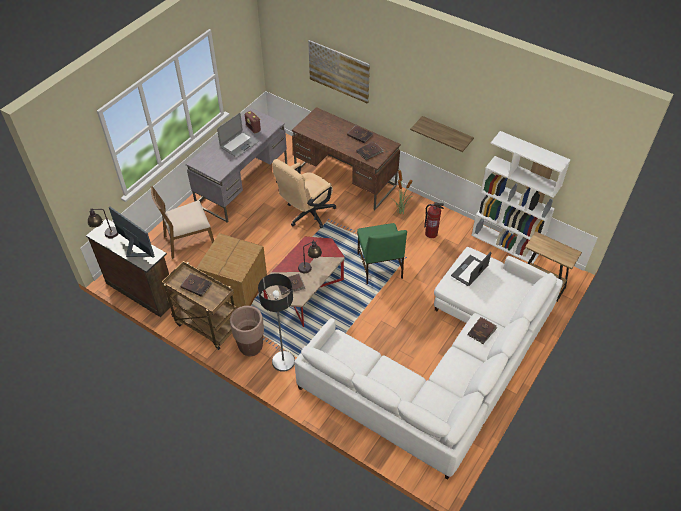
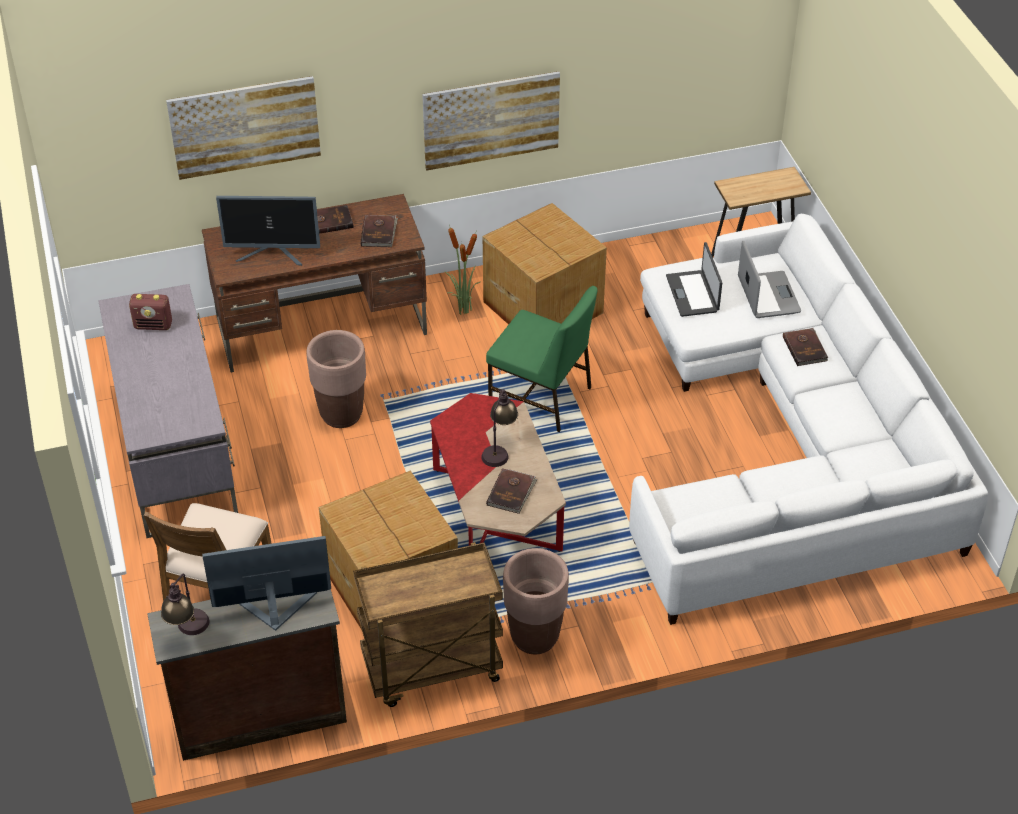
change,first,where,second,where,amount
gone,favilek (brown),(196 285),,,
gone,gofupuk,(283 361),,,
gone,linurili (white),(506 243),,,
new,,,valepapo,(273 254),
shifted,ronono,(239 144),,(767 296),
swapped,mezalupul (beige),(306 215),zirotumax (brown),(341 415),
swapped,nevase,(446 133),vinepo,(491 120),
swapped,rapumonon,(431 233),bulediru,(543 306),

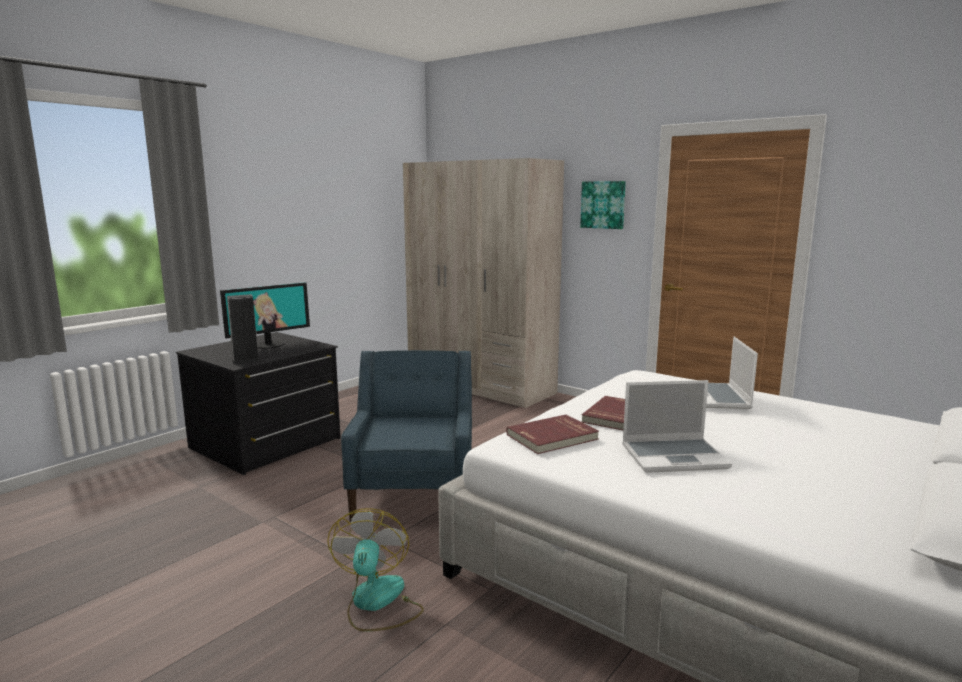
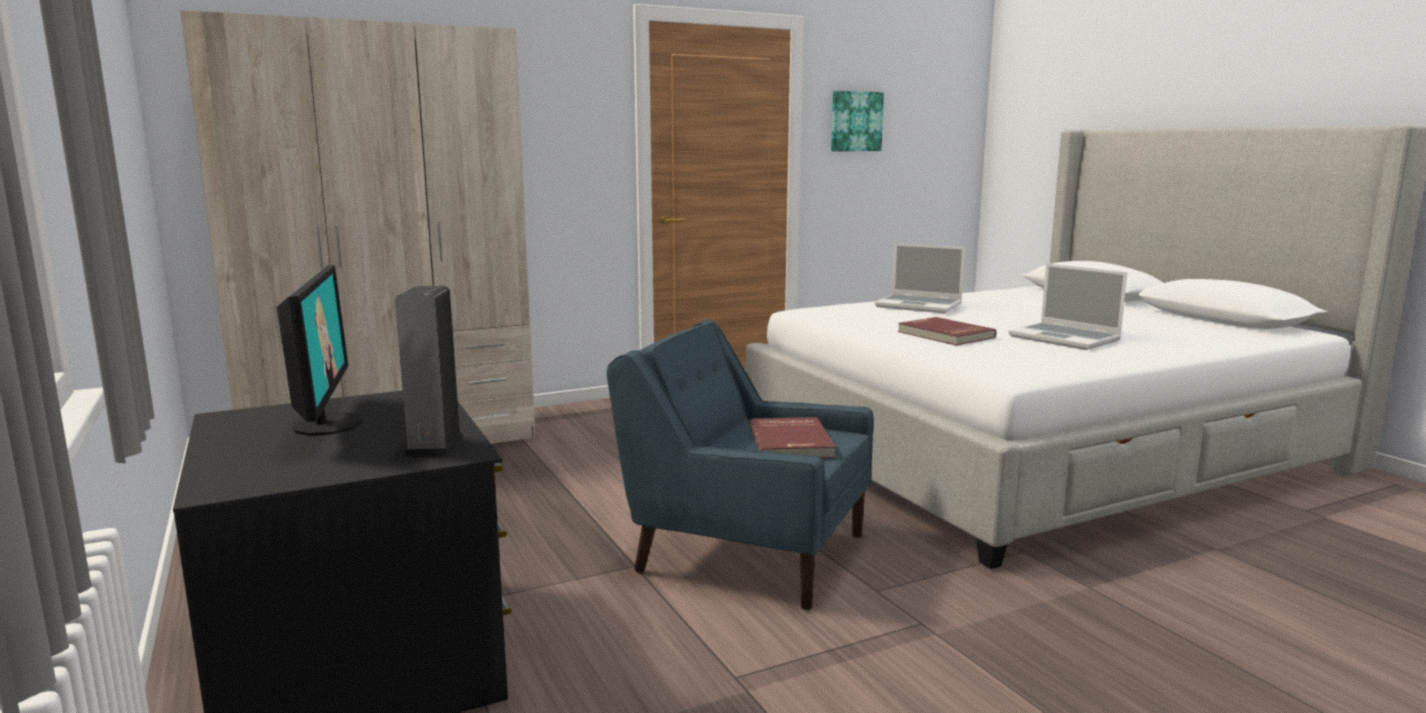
change,first,where,second,where,amount
gone,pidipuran,(377 603),,,
shifted,favilek (red),(553 437),,(792 442),
shifted,vinepo,(603 205),,(855 121),
rotated,ronono,(674 456),,(1066 338),120 degrees clockwise

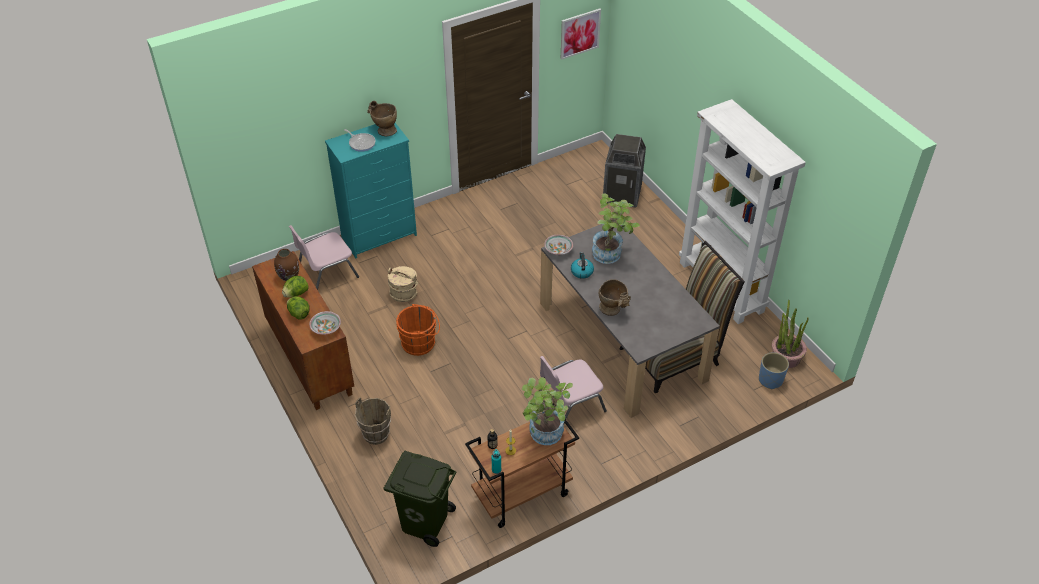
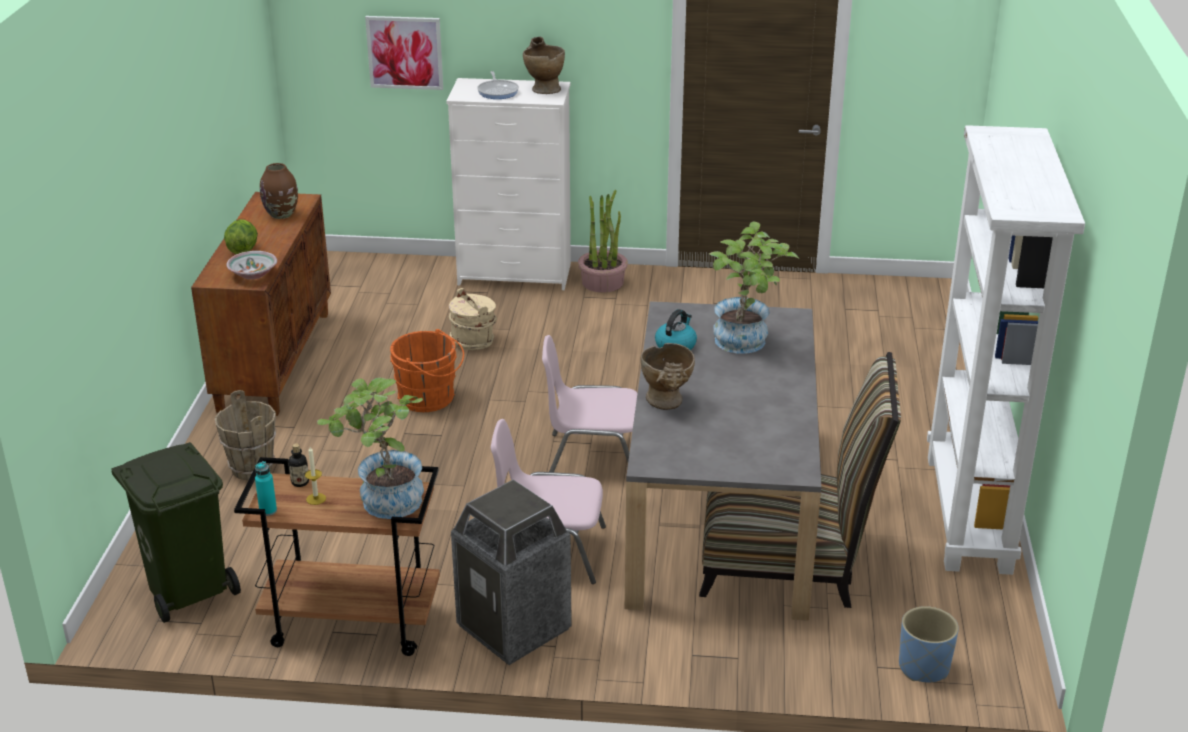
change,first,where,second,where,amount
gone,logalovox,(296 294),,,
gone,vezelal,(558 250),,,
shifted,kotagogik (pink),(326 273),,(592 457),
shifted,vinepo,(580 33),,(405 52),
shifted,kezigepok,(622 194),,(514 628),
shifted,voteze,(786 356),,(602 282),
repainted,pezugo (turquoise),(380 236),pezugo (white),(515 275),

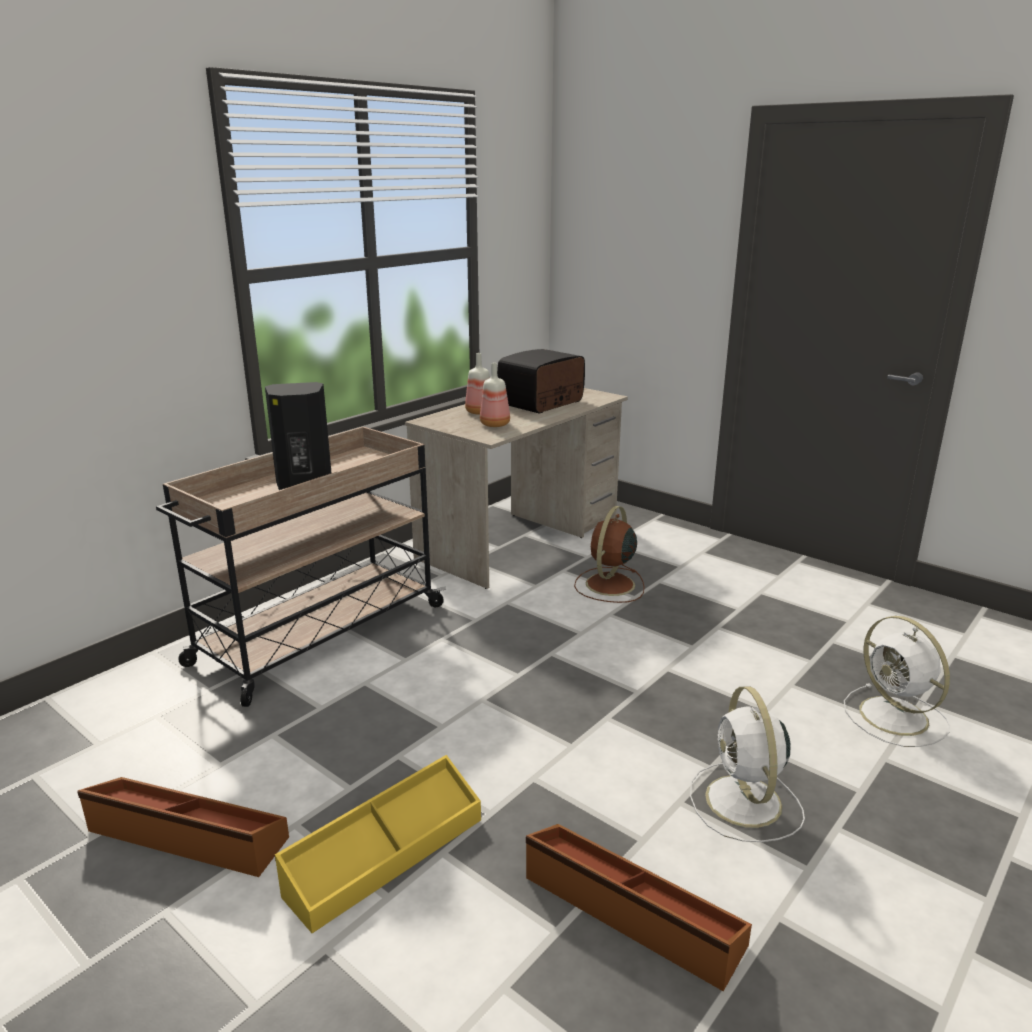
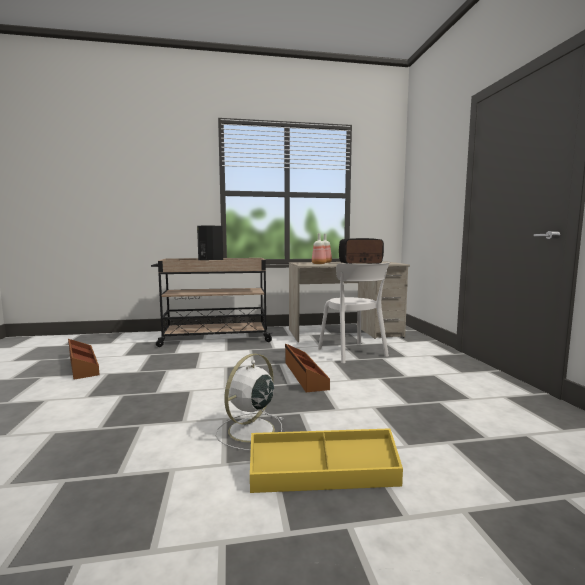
change,first,where,second,where,amount
gone,pidipuran (white),(896 717),,,
shifted,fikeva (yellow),(385 855),,(323 475),
shifted,fikeva (brown),(630 912),,(304 375),
swapped,pidipuran (brown),(609 585),kotagogik (white),(353 353),

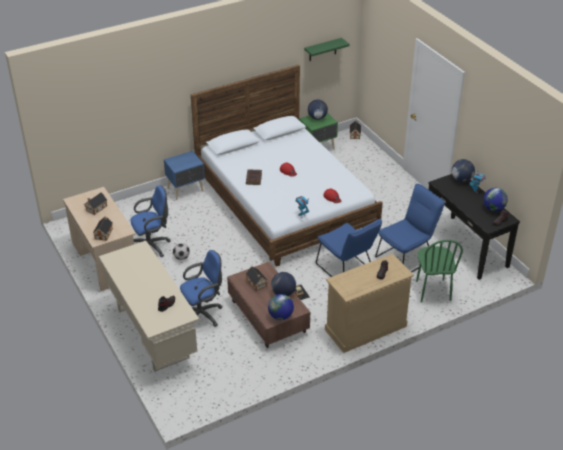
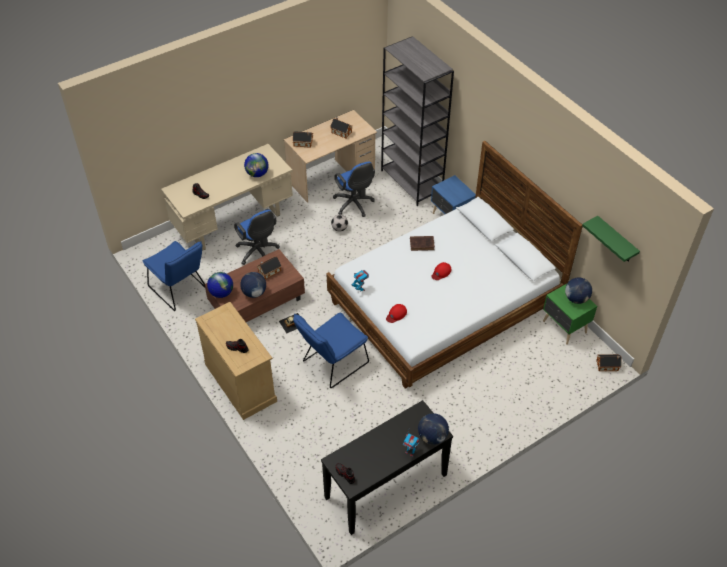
change,first,where,second,where,amount
gone,kotagogik (green),(432 291),,,
new,,,linurili (grey),(412 182),
shifted,kotagogik (blue),(407 257),,(180 290),
shifted,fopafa,(493 208),,(257 174),

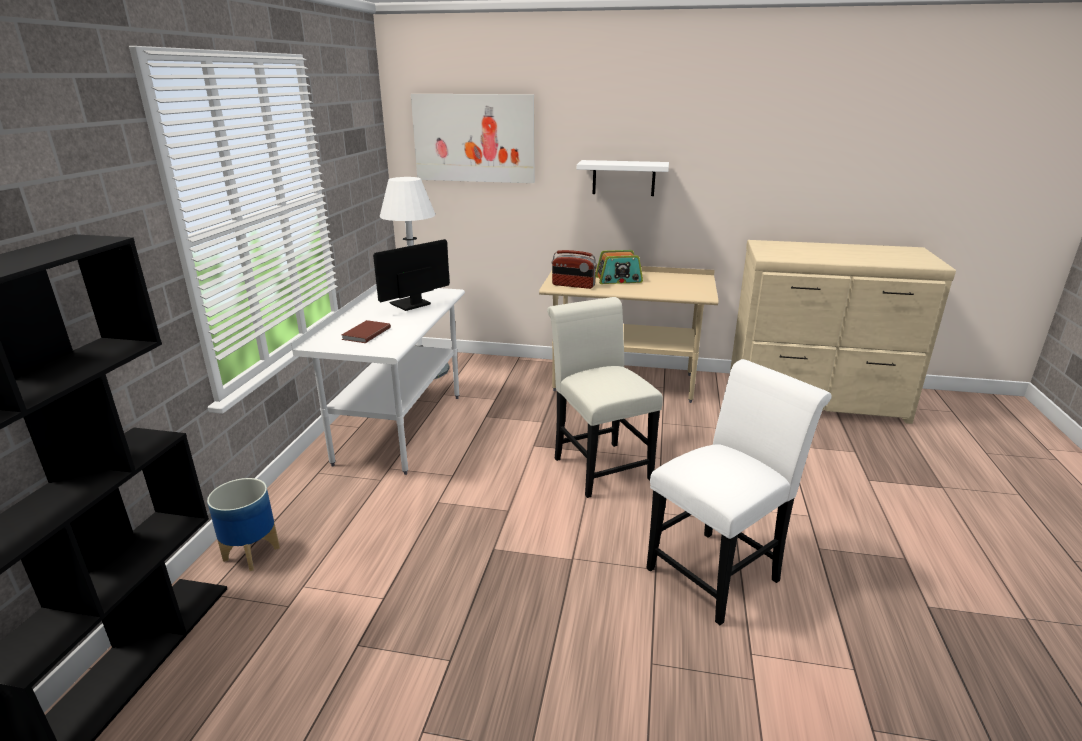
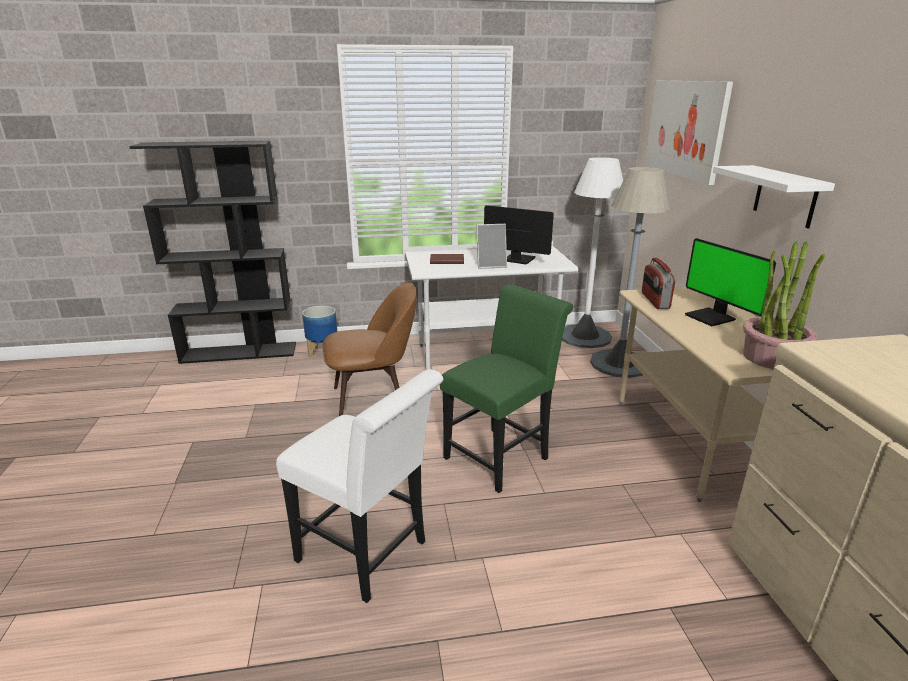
change,first,where,second,where,amount
new,,,kotagogik (brown),(373 401),
new,,,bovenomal,(491 265),
new,,,gofupuk (grey),(619 364),
new,,,voteze,(772 358),
swapped,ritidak,(618 280),valepapo,(712 317),
repainted,kotagogik (white),(598 465),kotagogik (green),(501 455),

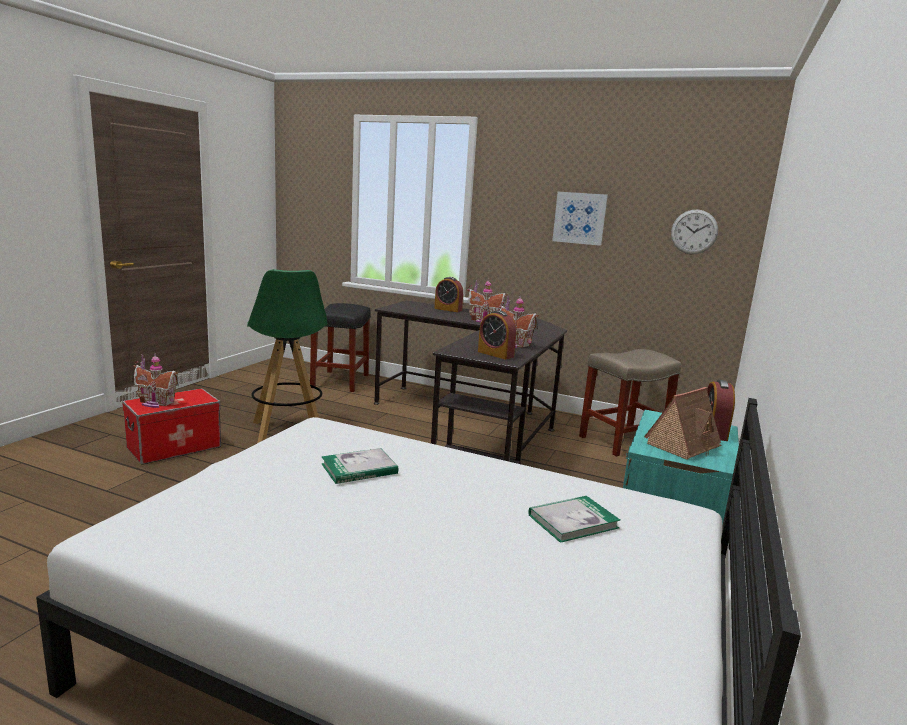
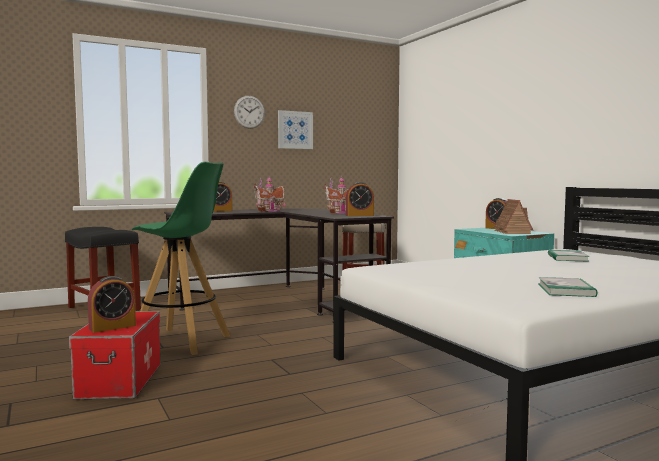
change,first,where,second,where,amount
shifted,favilek,(359 469),,(565 290),
shifted,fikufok,(694 232),,(249 112),
swapped,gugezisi,(155 403),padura,(112 327),

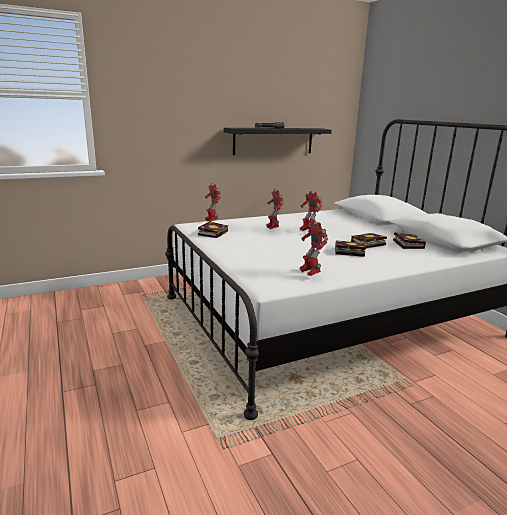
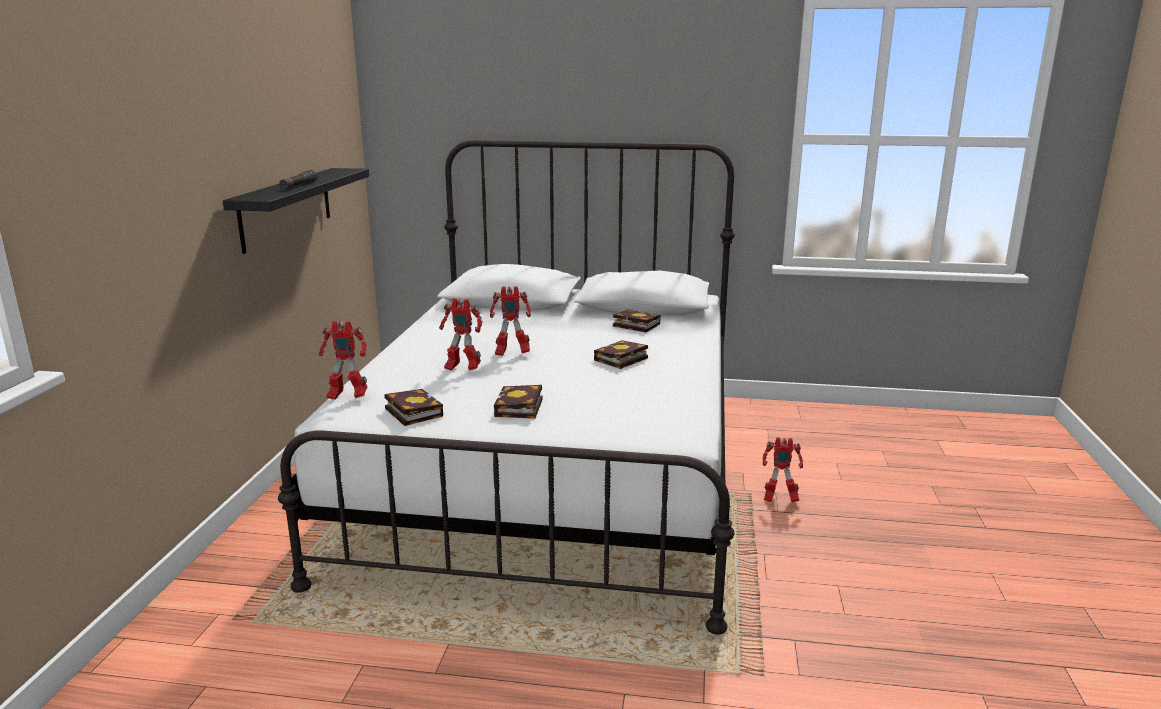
change,first,where,second,where,amount
shifted,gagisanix,(309 273),,(779 499),
shifted,favilek,(367 244),,(519 408),

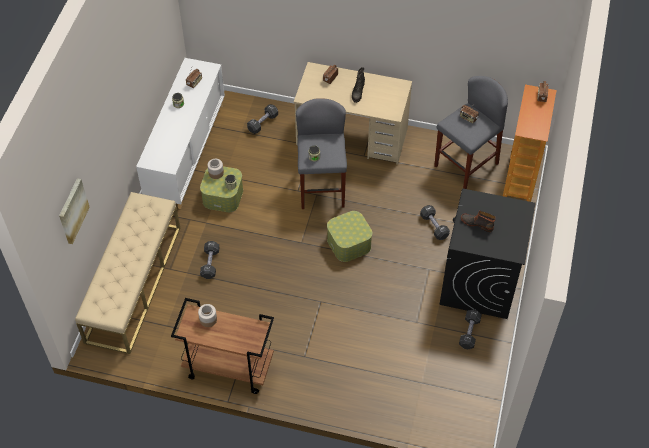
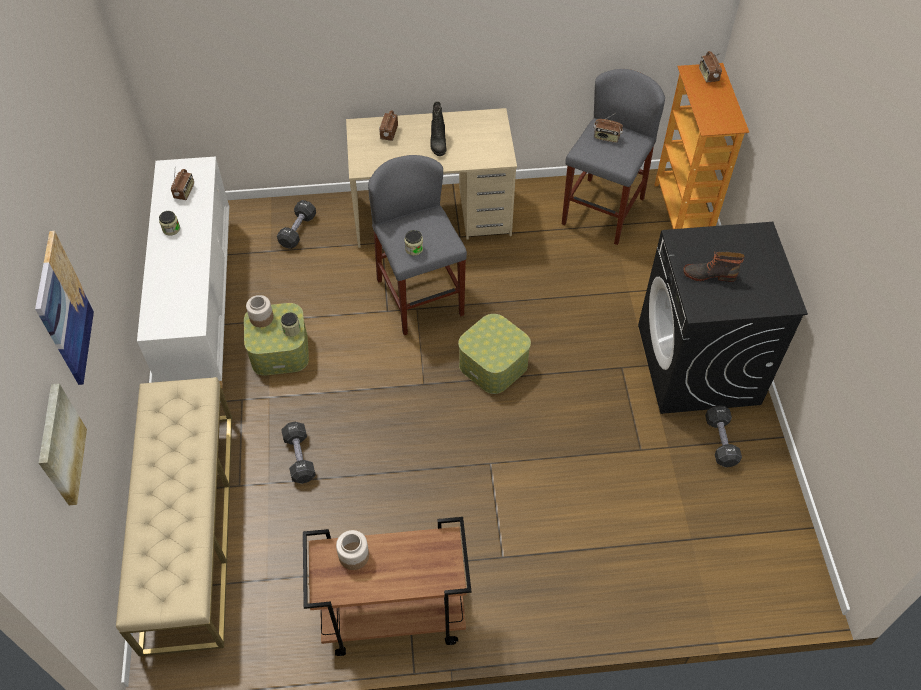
change,first,where,second,where,amount
gone,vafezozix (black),(434 226),,,
new,,,vinepo,(64 309),

